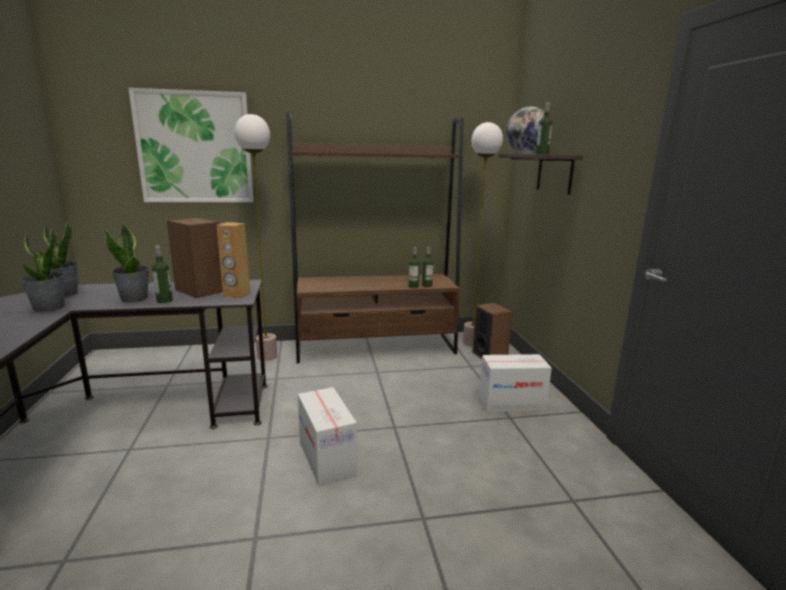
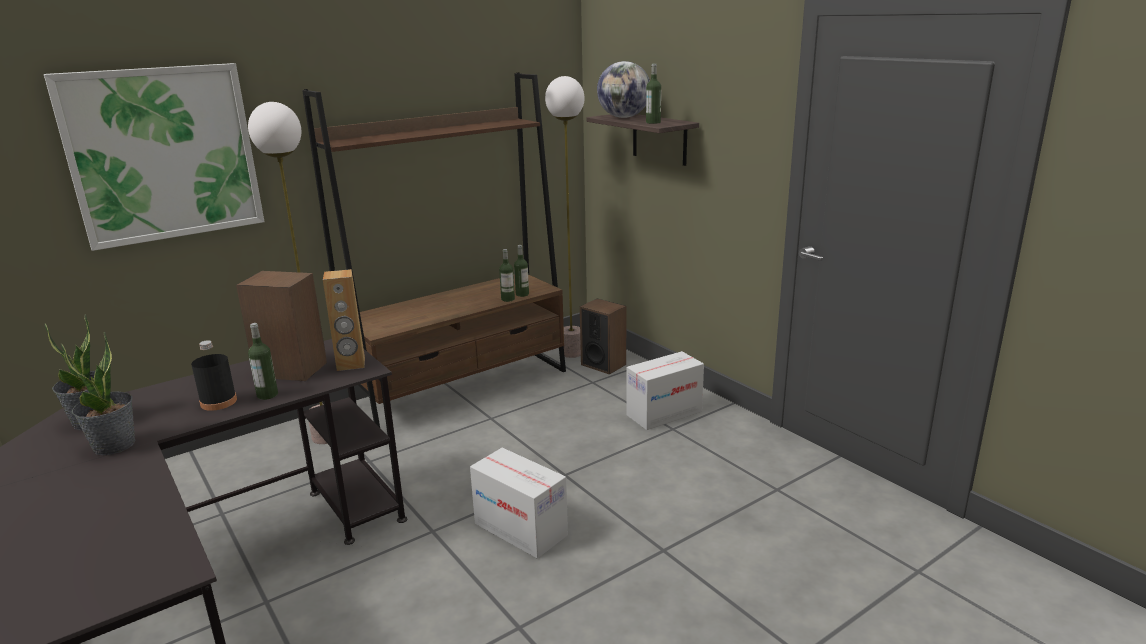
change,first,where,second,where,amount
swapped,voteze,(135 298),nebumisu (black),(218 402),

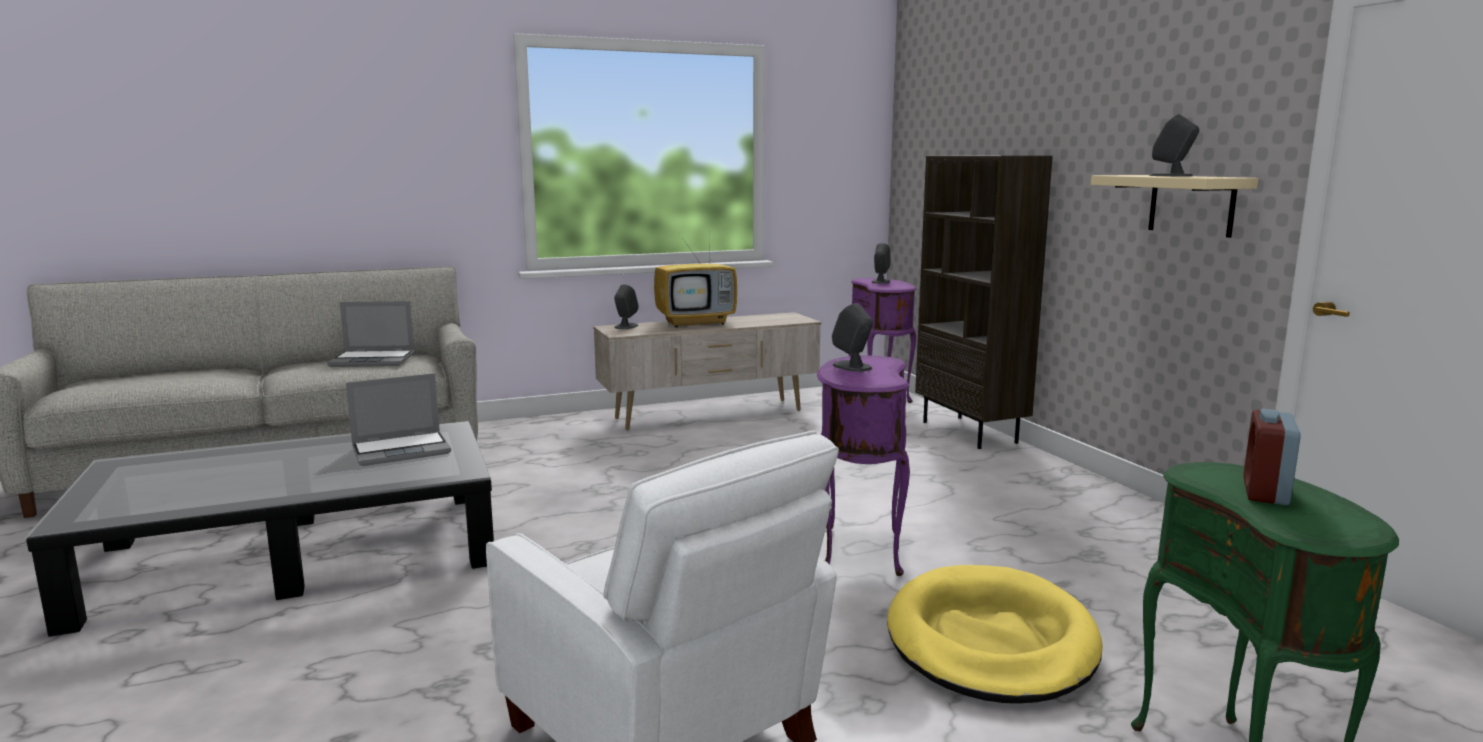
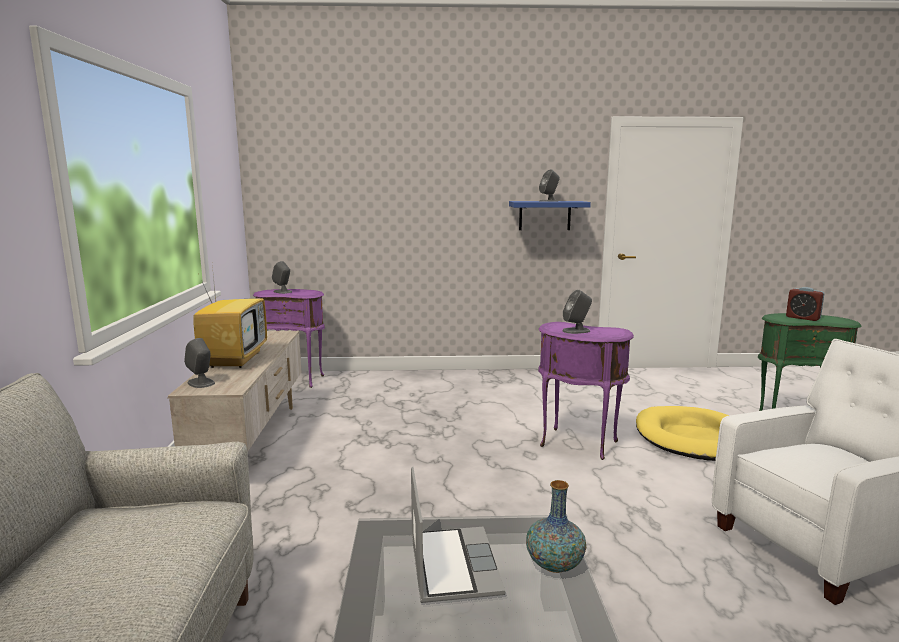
change,first,where,second,where,amount
gone,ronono,(374 360),,,
gone,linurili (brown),(970 432),,,
new,,,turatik,(554 564),
repainted,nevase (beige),(1191 205),nevase (blue),(544 215),

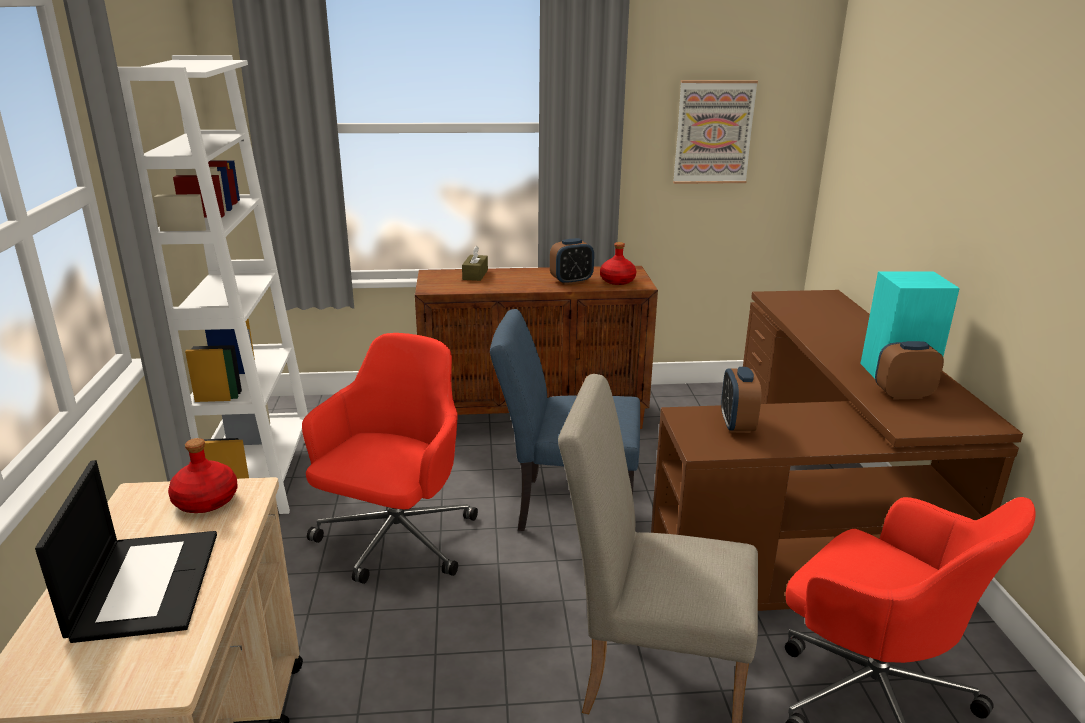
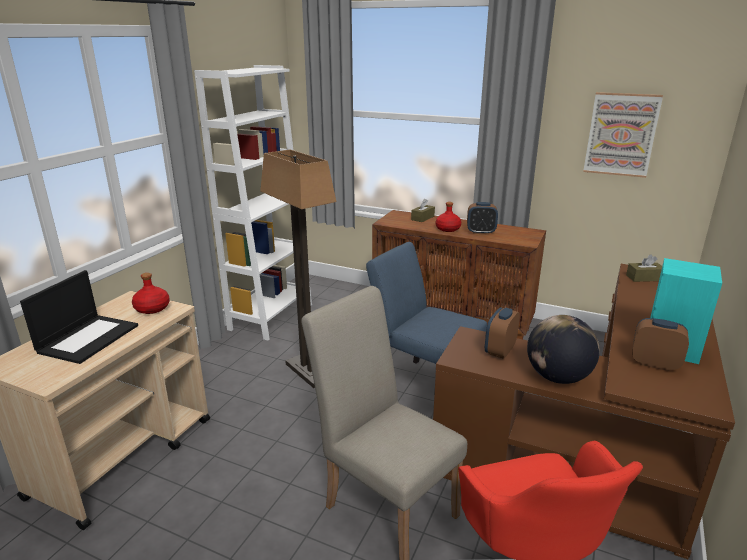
change,first,where,second,where,amount
new,,,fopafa,(557 377),
new,,,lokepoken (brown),(644 278),
shifted,nebumisu (red),(617 280),,(448 229),
swapped,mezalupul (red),(395 541),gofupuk,(308 372),

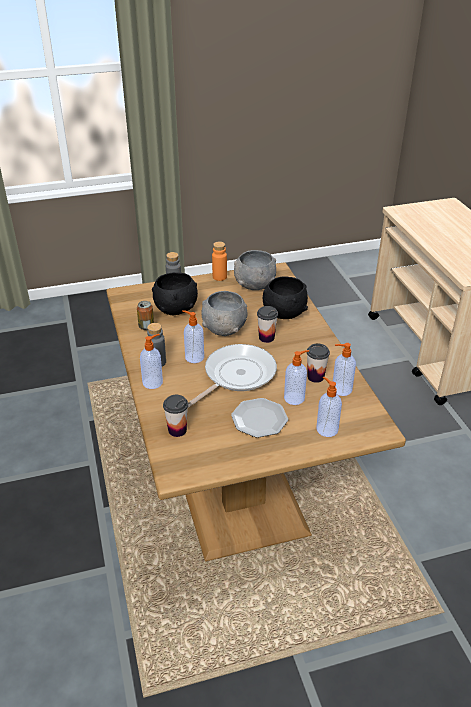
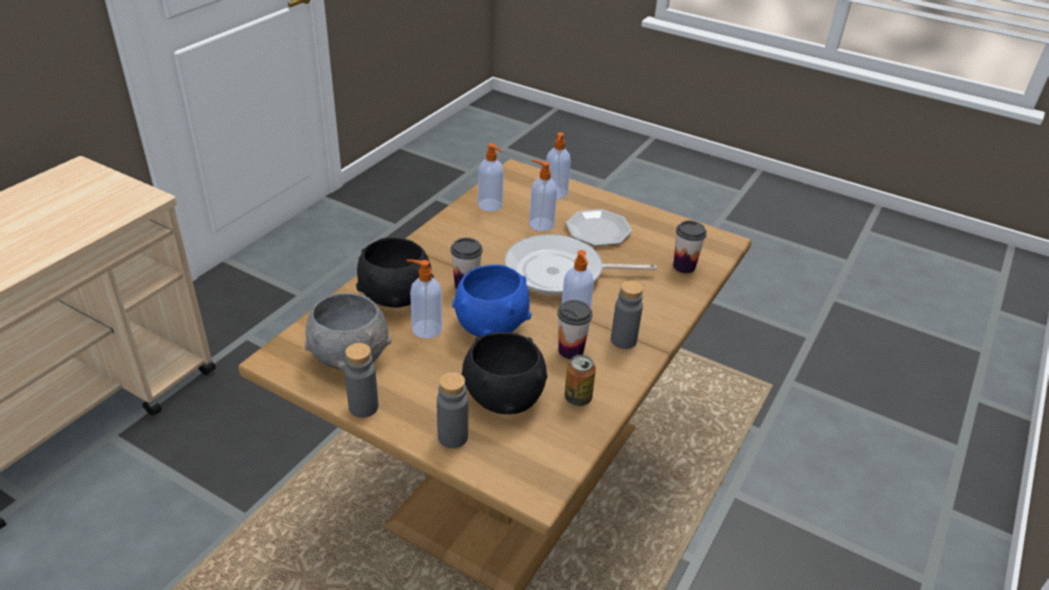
change,first,where,second,where,amount
shifted,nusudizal,(153 382),,(425 329),
shifted,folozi,(315 377),,(571 350),
repainted,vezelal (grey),(224 329),vezelal (blue),(492 326),
repainted,nebumisu (orange),(219 277),nebumisu (grey),(363 407),

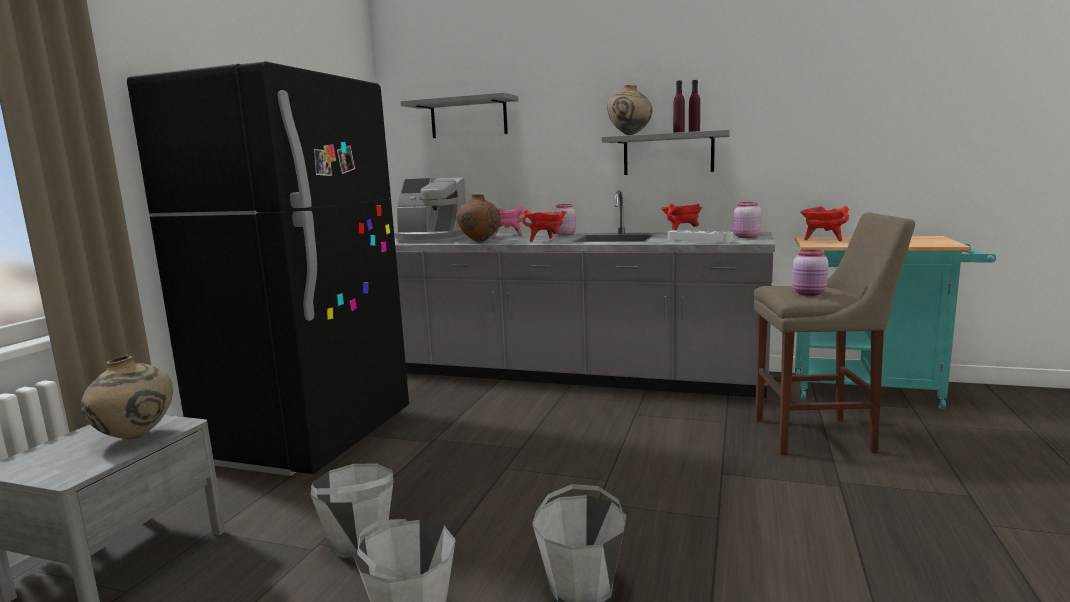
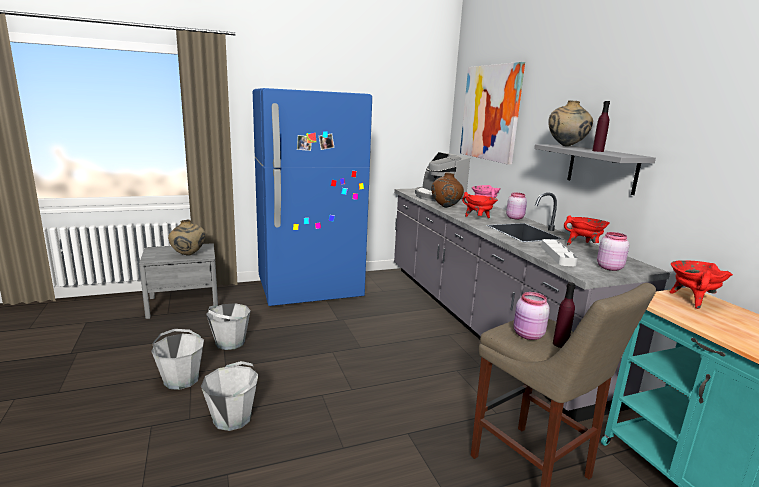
change,first,where,second,where,amount
shifted,nebumisu (purple),(694 132),,(560 344),
swapped,nevase (grey),(468 118),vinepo,(490 113),
repainted,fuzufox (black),(310 437),fuzufox (blue),(310 290),

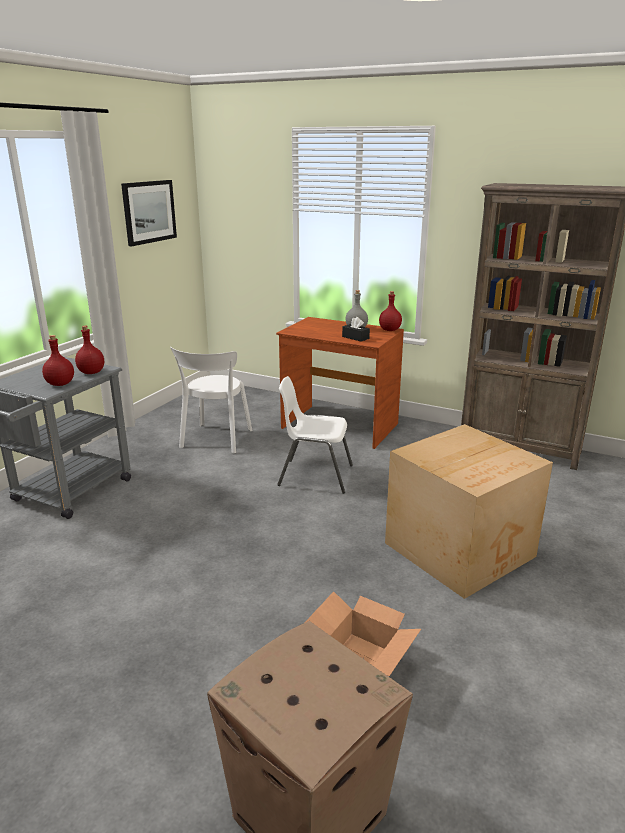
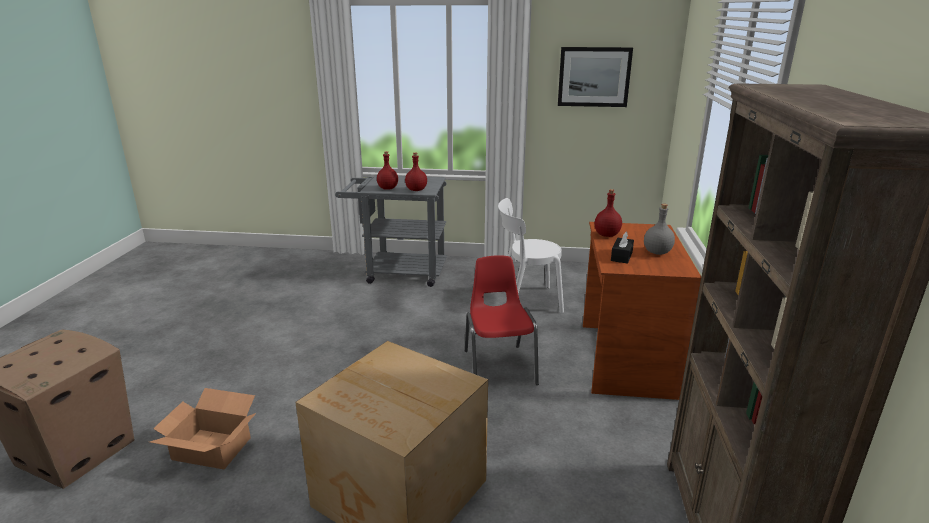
change,first,where,second,where,amount
shifted,nebumisu (red),(389 330),,(606 235),
repainted,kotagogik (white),(314 475),kotagogik (red),(499 366),

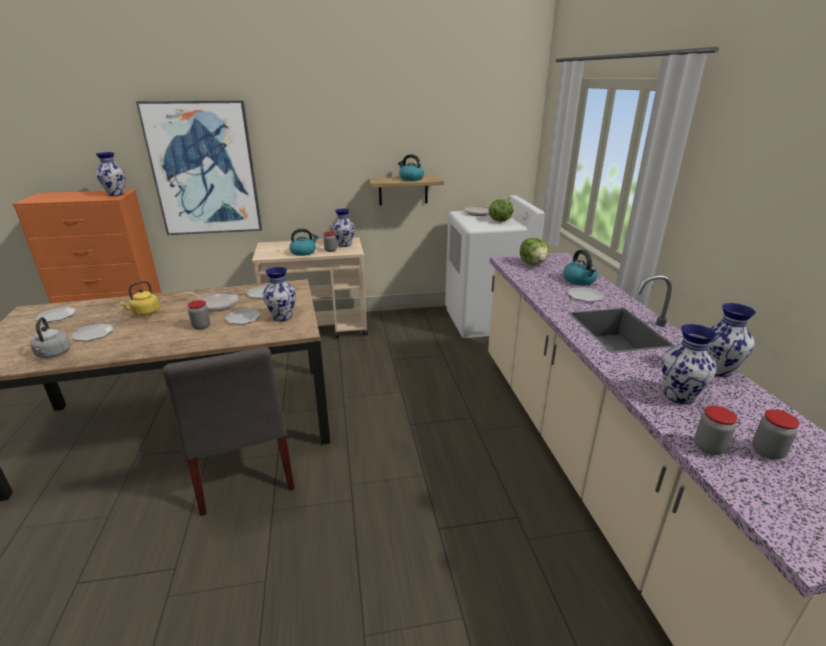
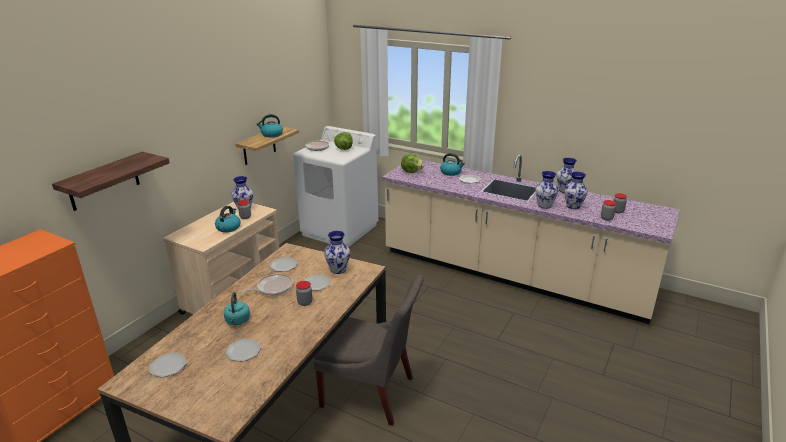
change,first,where,second,where,amount
gone,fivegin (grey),(53 354),,,
shifted,turatik,(116 194),,(544 205),
swapped,vinepo,(204 169),nevase,(104 181),
repainted,fivegin (yellow),(145 313),fivegin (turquoise),(237 321),

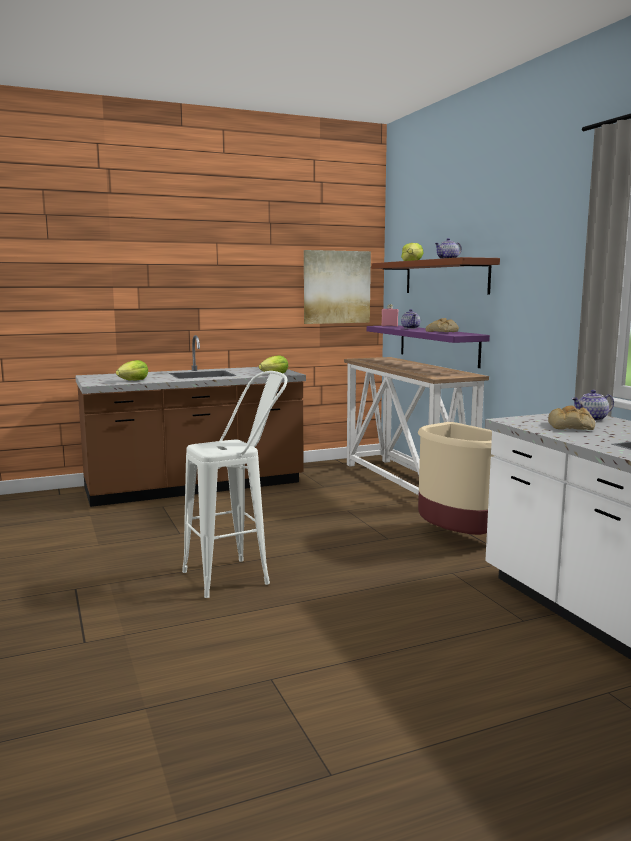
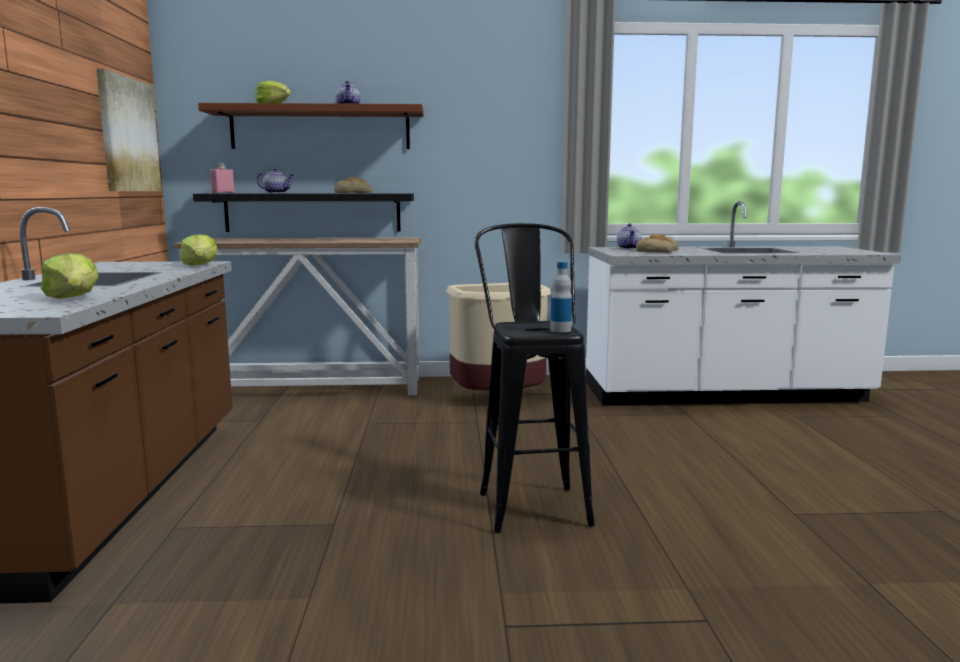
change,first,where,second,where,amount
new,,,nebumisu,(560 330),
repainted,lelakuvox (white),(238 575),lelakuvox (black),(530 501),
repainted,nevase (purple),(438 345),nevase (black),(313 212),

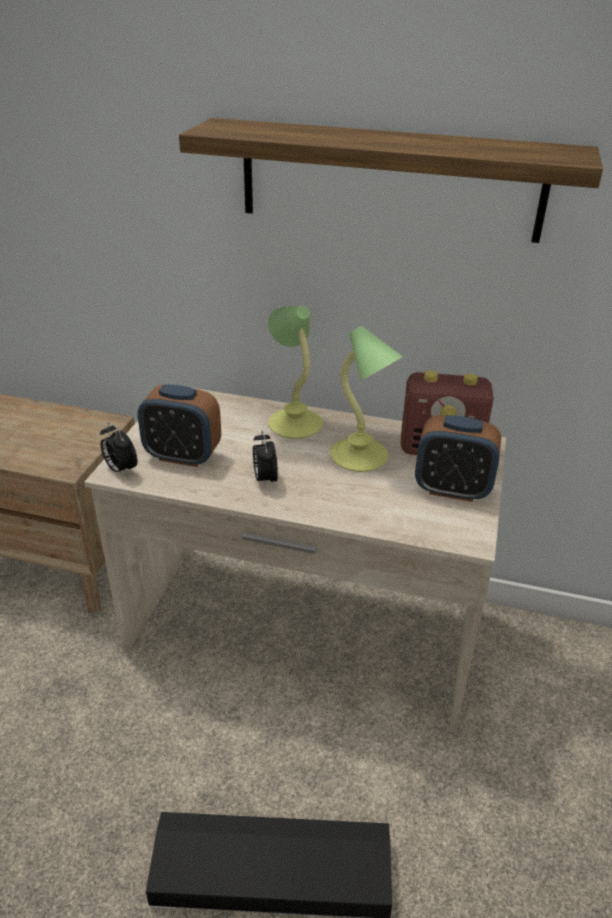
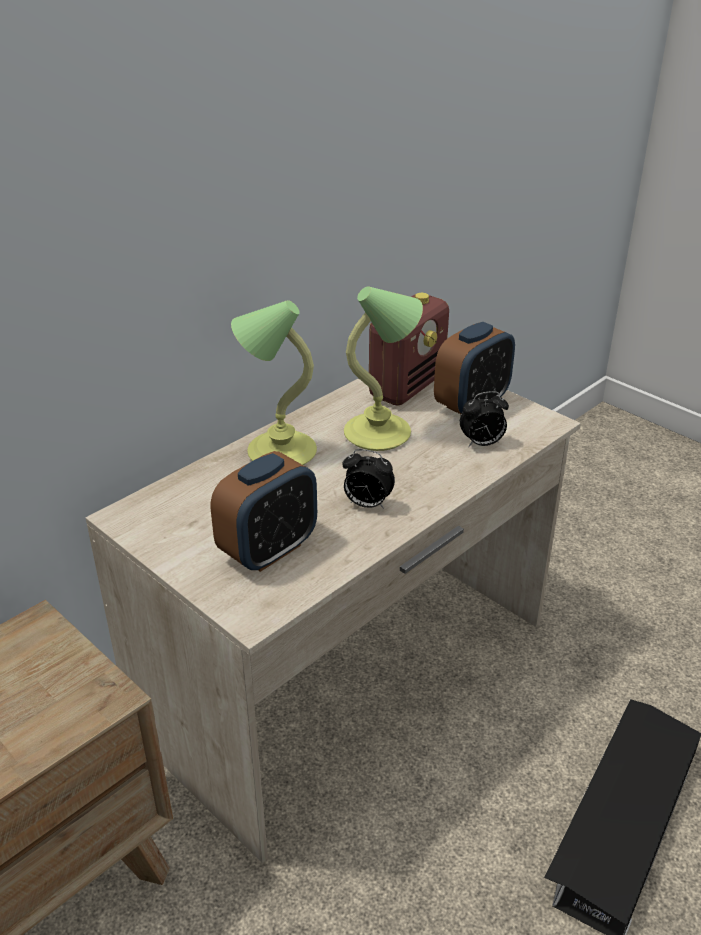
change,first,where,second,where,amount
gone,nevase,(390 180),,,
shifted,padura,(120 469),,(482 444),

